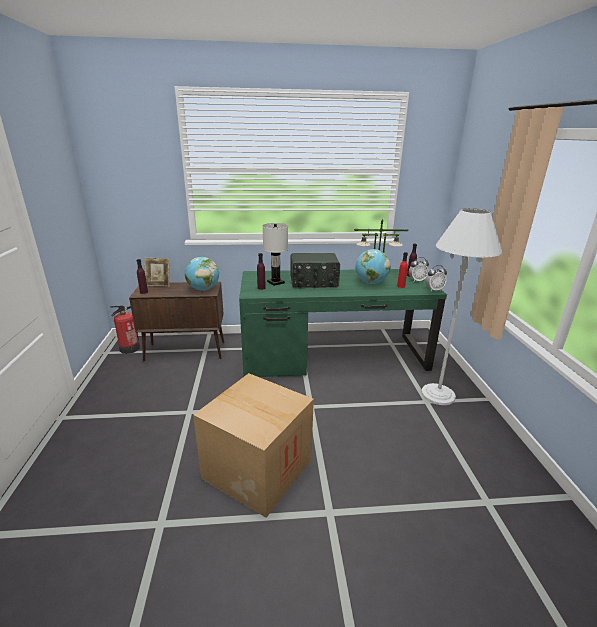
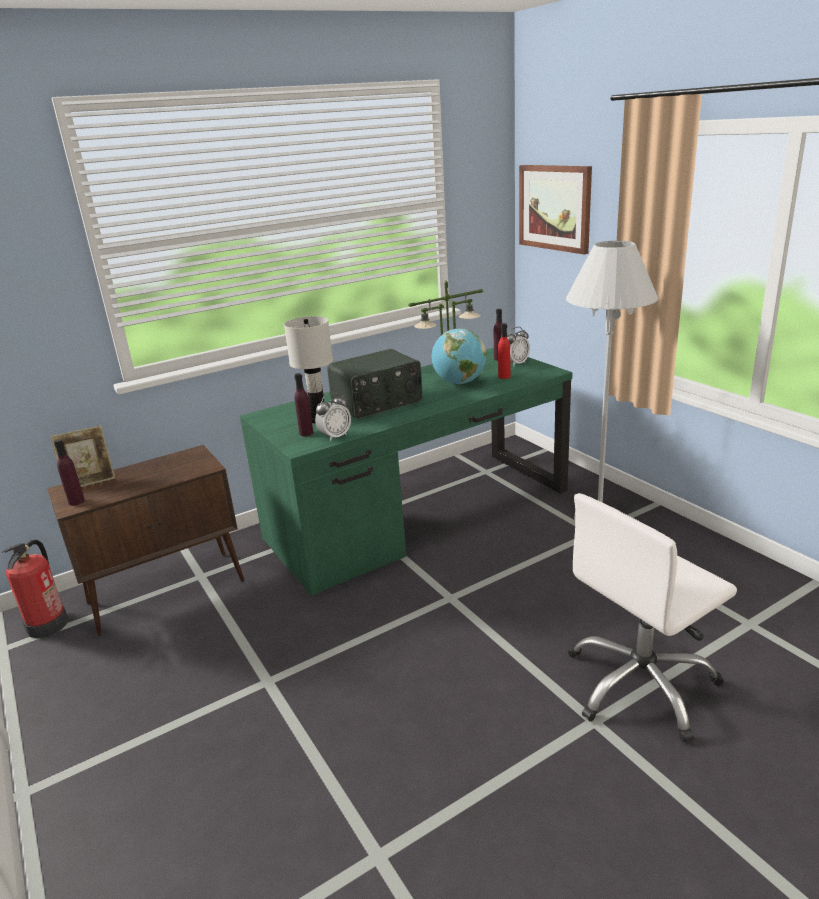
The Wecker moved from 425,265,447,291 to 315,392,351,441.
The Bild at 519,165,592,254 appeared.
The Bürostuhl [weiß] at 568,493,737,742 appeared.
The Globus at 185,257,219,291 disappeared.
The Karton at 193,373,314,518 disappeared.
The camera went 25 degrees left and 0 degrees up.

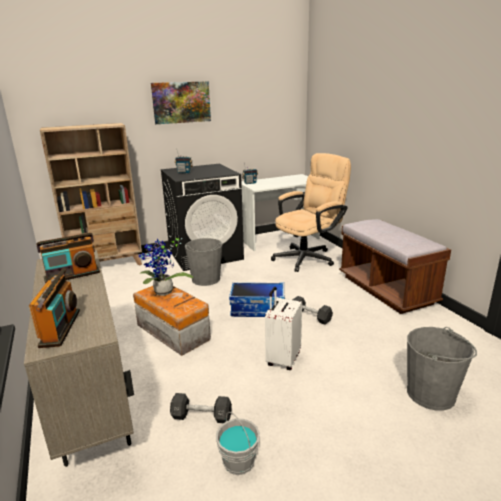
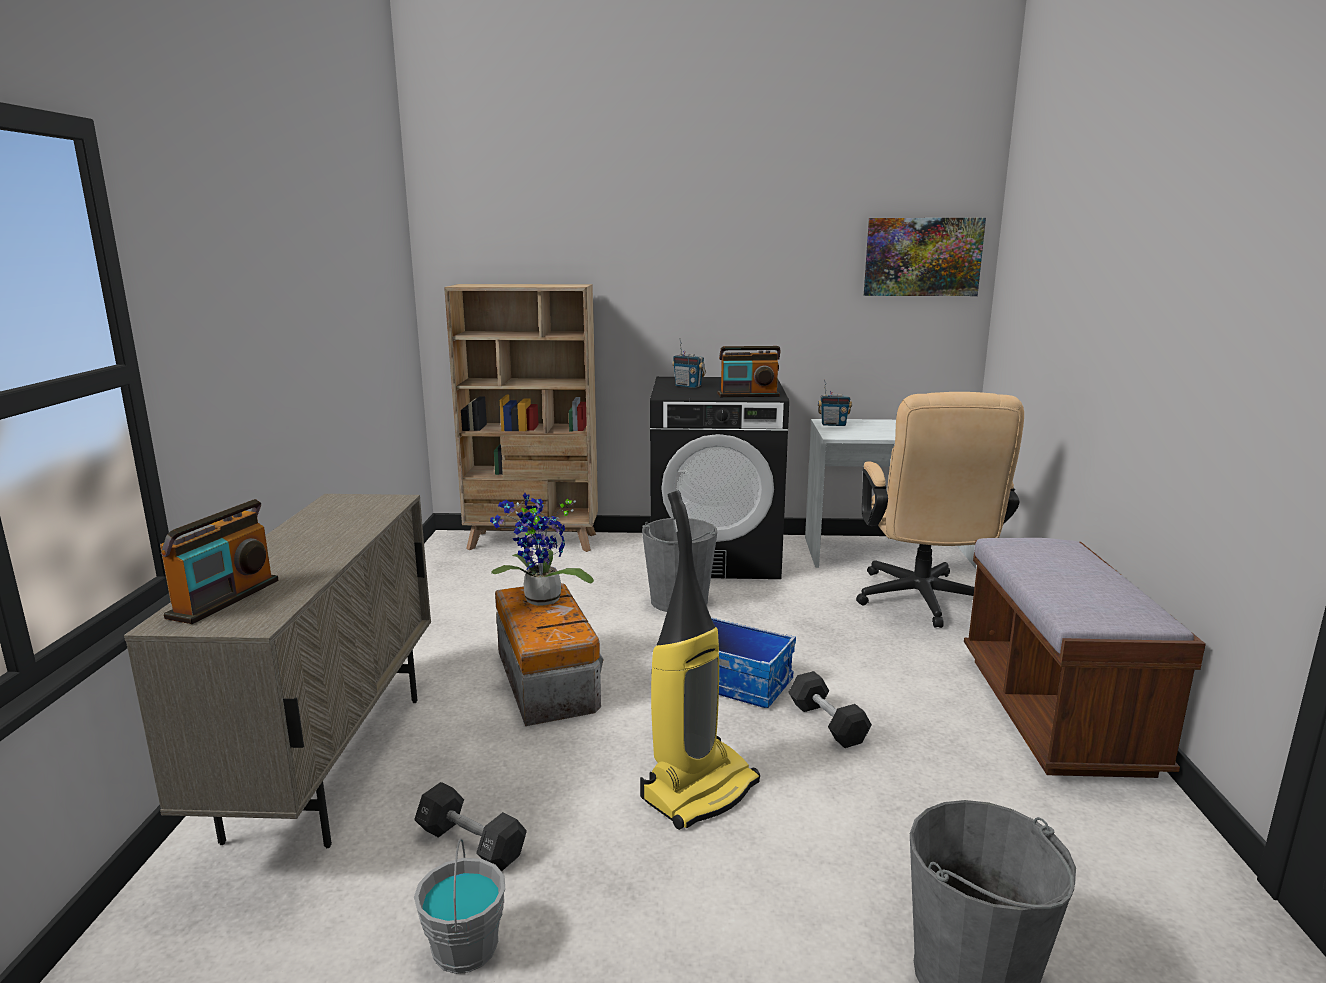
The Koffer [weiß] at 265,287,302,370 was replaced by the Staubsauger at 640,491,760,830.
The Radio moved from 36,233,100,284 to 718,346,781,397.
The Bürostuhl [beige] at 271,153,351,272 turned 105 degrees clockwise.
The Bild moved from 151,81,211,124 to 864,218,986,296.
The camera went 25 degrees right and 5 degrees down.

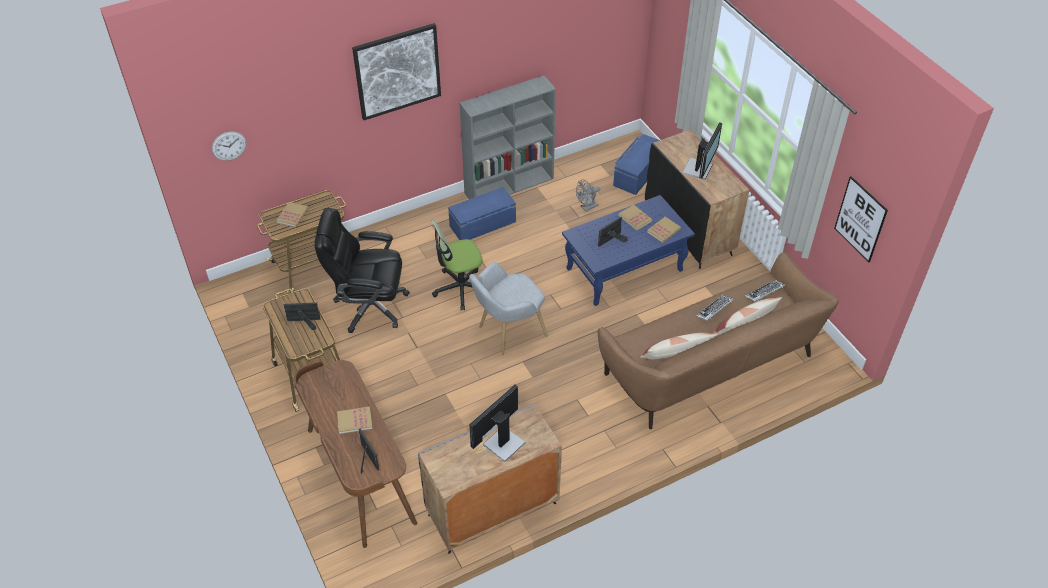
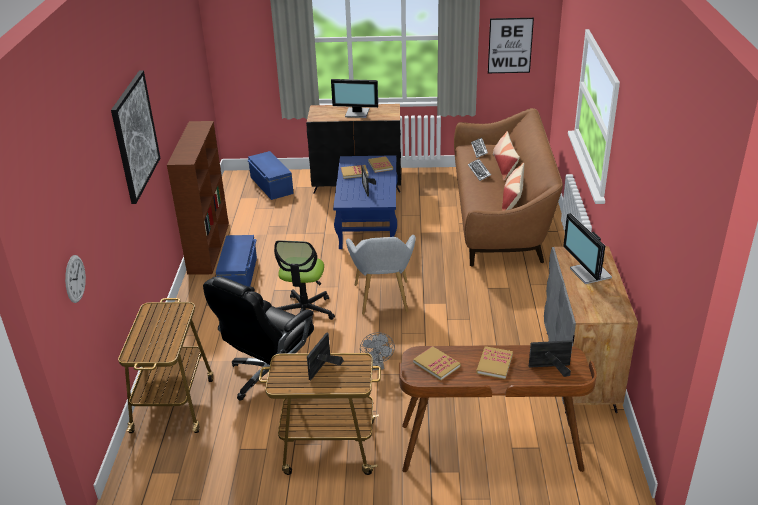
The Bücherregal [grau] at 459,76,556,199 became the Bücherregal [braun] at 167,121,229,275.
The Monitor at 682,122,722,180 turned 135 degrees clockwise.
The Ventilator [grau] moved from 576,180,600,212 to 360,332,395,370.
The Buch moved from 276,202,308,227 to 413,346,461,381.
The camera went 60 degrees left and 15 degrees down.

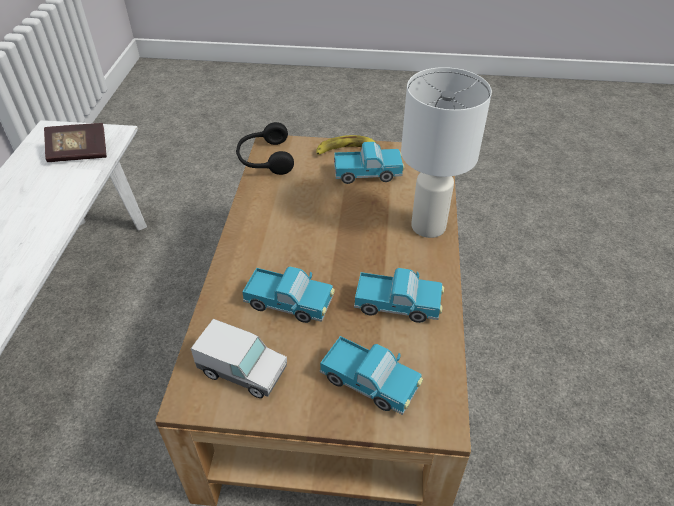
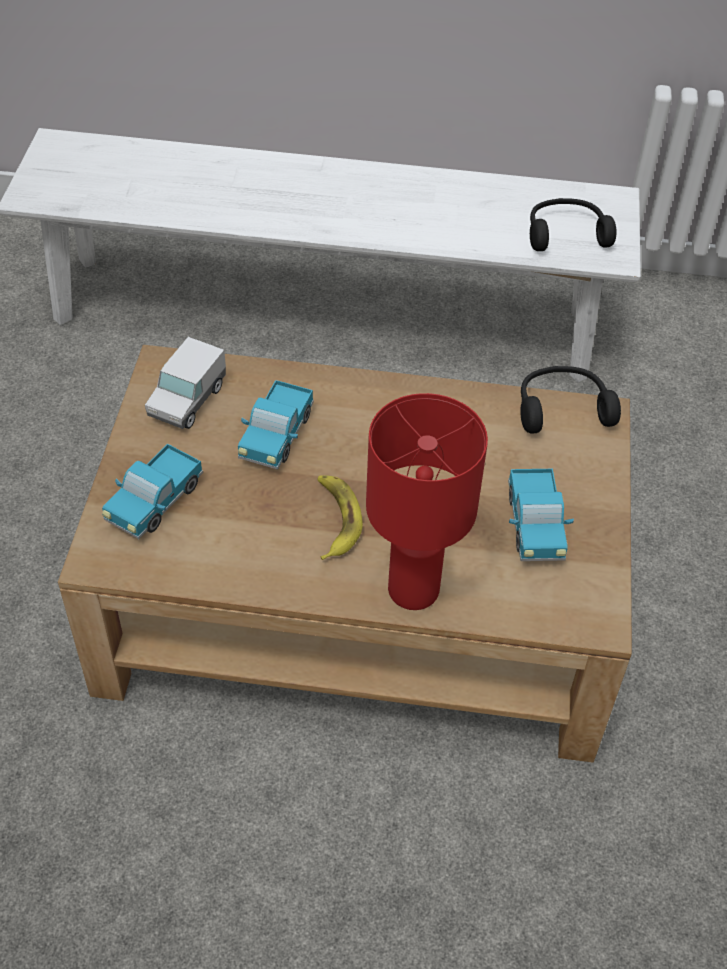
The Banane moved from 316,135,375,155 to 317,475,363,560.
The Tischlampe [weiß] at 401,67,492,238 became the Tischlampe [rot] at 366,393,488,610.
The Buch at 44,123,107,162 was replaced by the Kopfhörer [schwarz] at 530,198,617,251.
The Spielzeuglaster at 354,268,444,323 disappeared.
The camera went 90 degrees right and 5 degrees up.

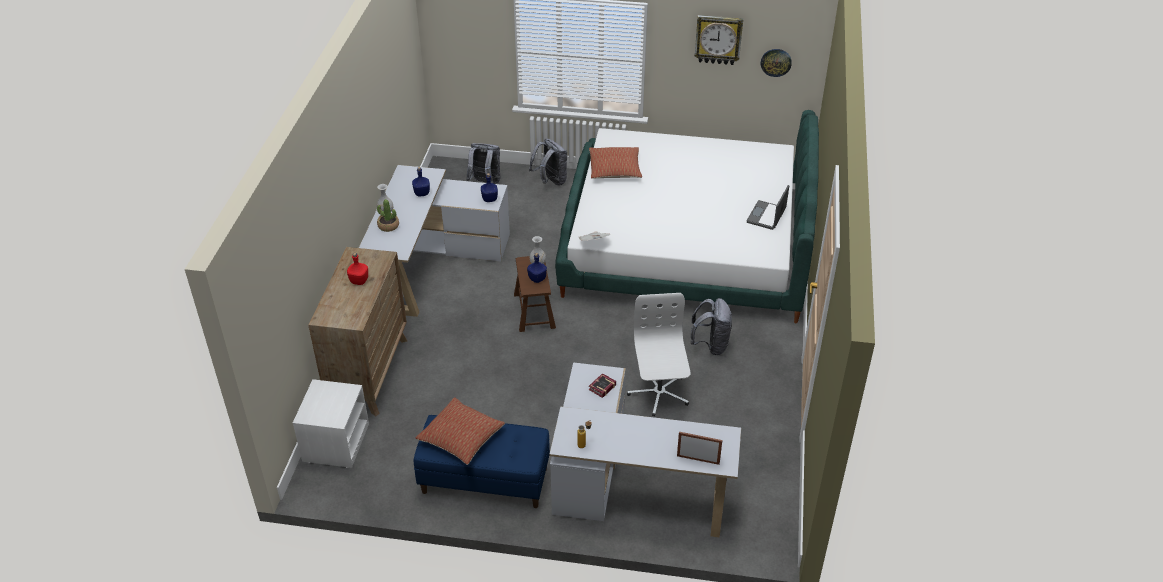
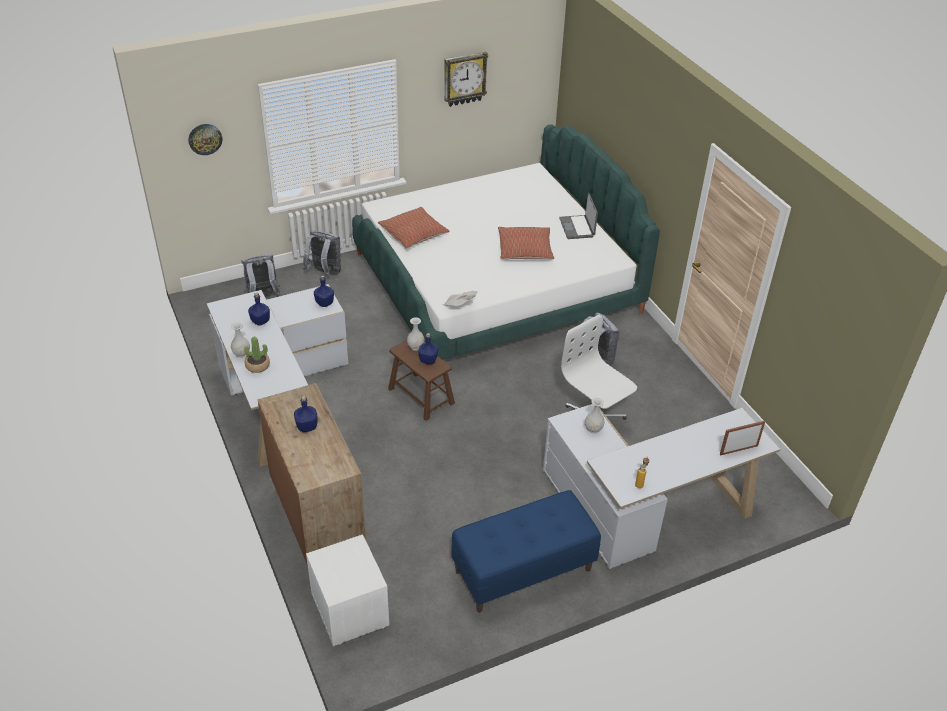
The Wanduhr moved from 761,49,792,77 to 188,124,222,155.
The Flasche [rot] at 347,253,368,285 became the Flasche [blau] at 294,396,318,432.
The Kissen moved from 416,397,505,465 to 498,227,554,260.
The Buch at 589,373,616,398 was replaced by the Vase [weiß] at 585,398,605,433.
The camera went 35 degrees left and 0 degrees up.

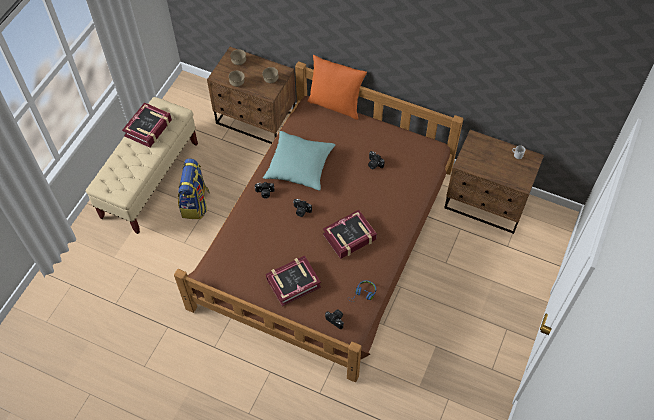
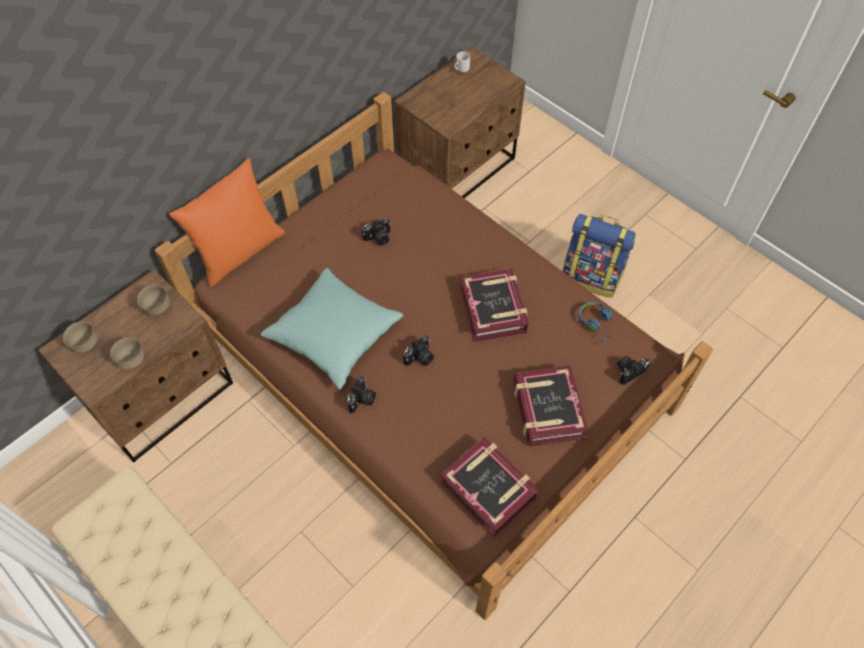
The Buch moved from 122,102,172,148 to 440,437,539,537.
The Rucksack moved from 178,158,210,220 to 563,214,636,298.
The camera went 70 degrees left and 0 degrees up.

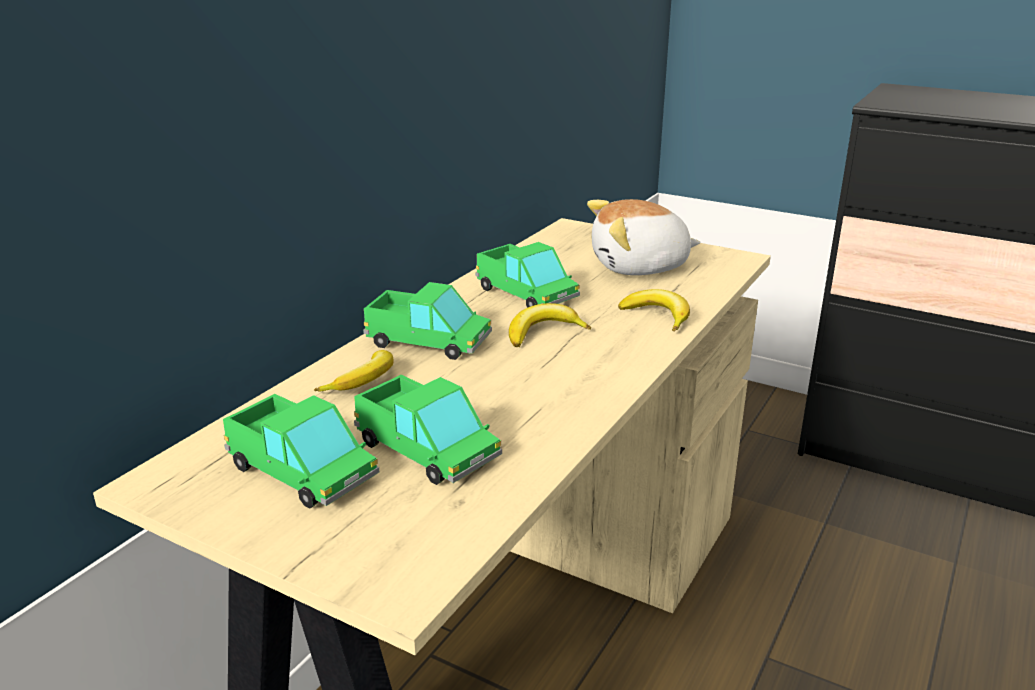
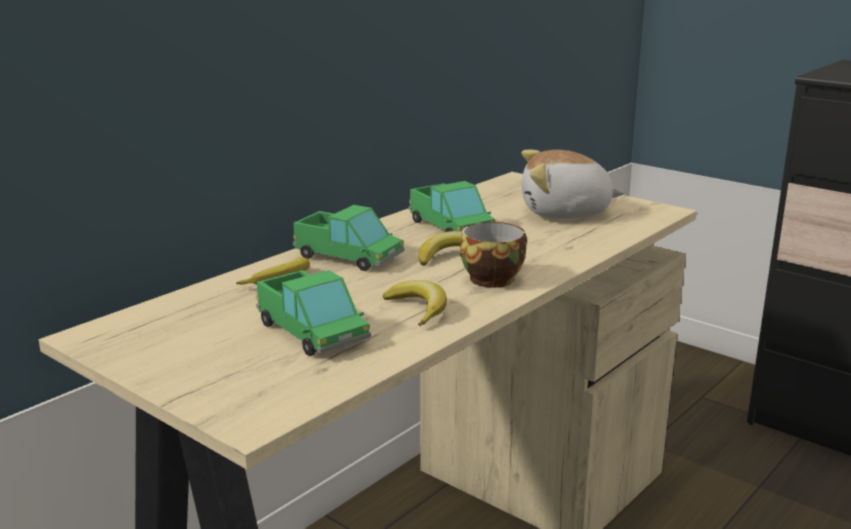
The Banane moved from 618,289,690,332 to 383,280,447,326.
The Tasse at 460,222,527,288 appeared.
The Spielzeuglaster at 223,394,379,508 disappeared.
The camera went 10 degrees right and 5 degrees down.

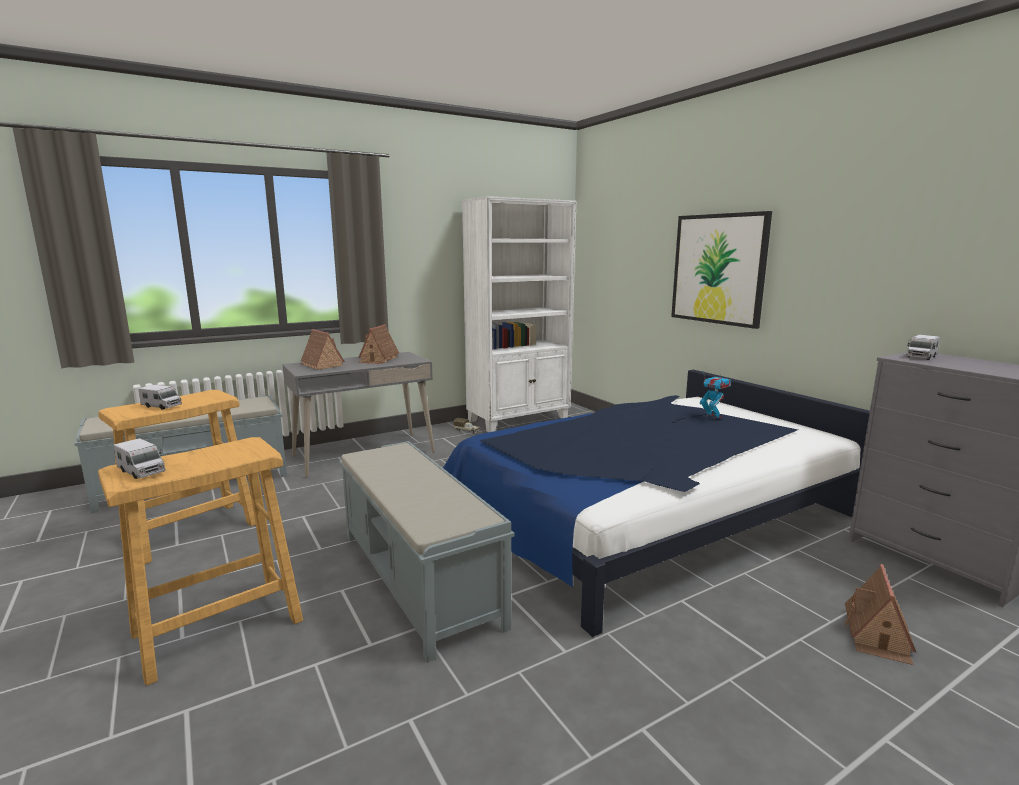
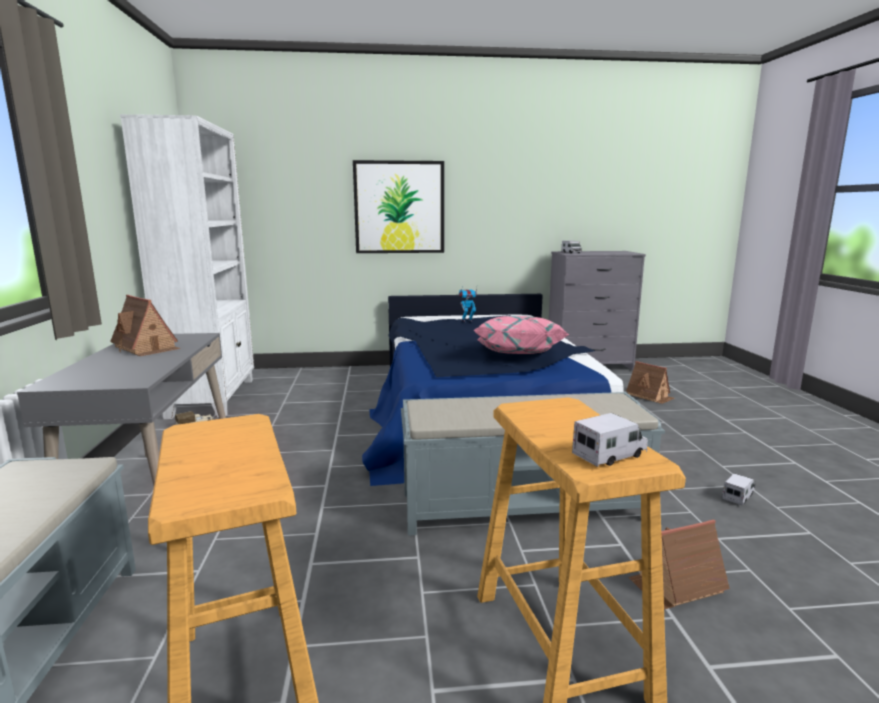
The Kissen [rosa] at 474,316,570,354 appeared.
The Spielzeughaus moved from 300,329,345,370 to 628,519,730,610.
The Spielzeuglaster moved from 139,385,182,410 to 722,473,756,505.
The camera went 65 degrees left and 0 degrees up.

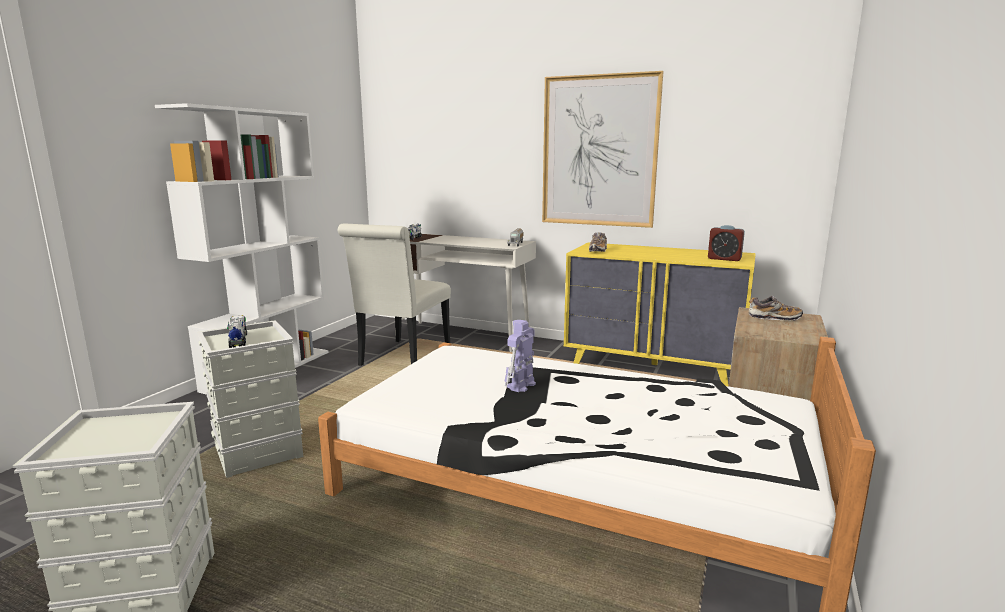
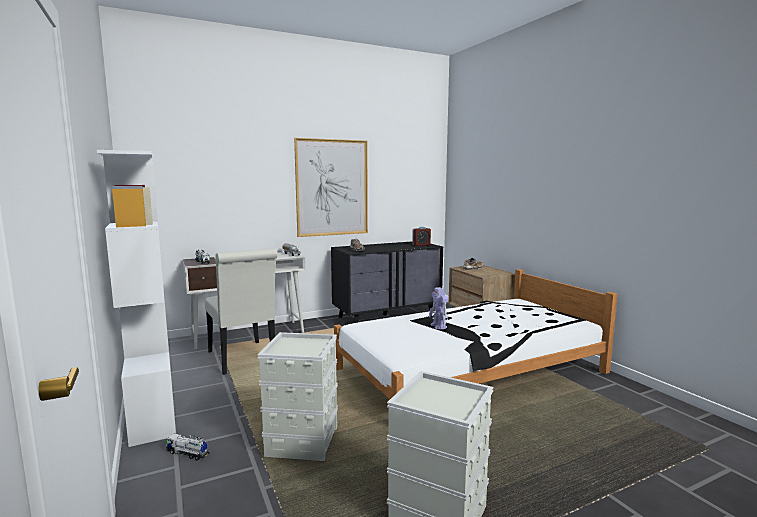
The Spielzeuglaster moved from 227,315,247,348 to 166,433,210,461.
The Kommode [gelb] at 564,242,756,386 became the Kommode [schwarz] at 331,241,443,323.
The camera went 50 degrees left and 5 degrees down.

